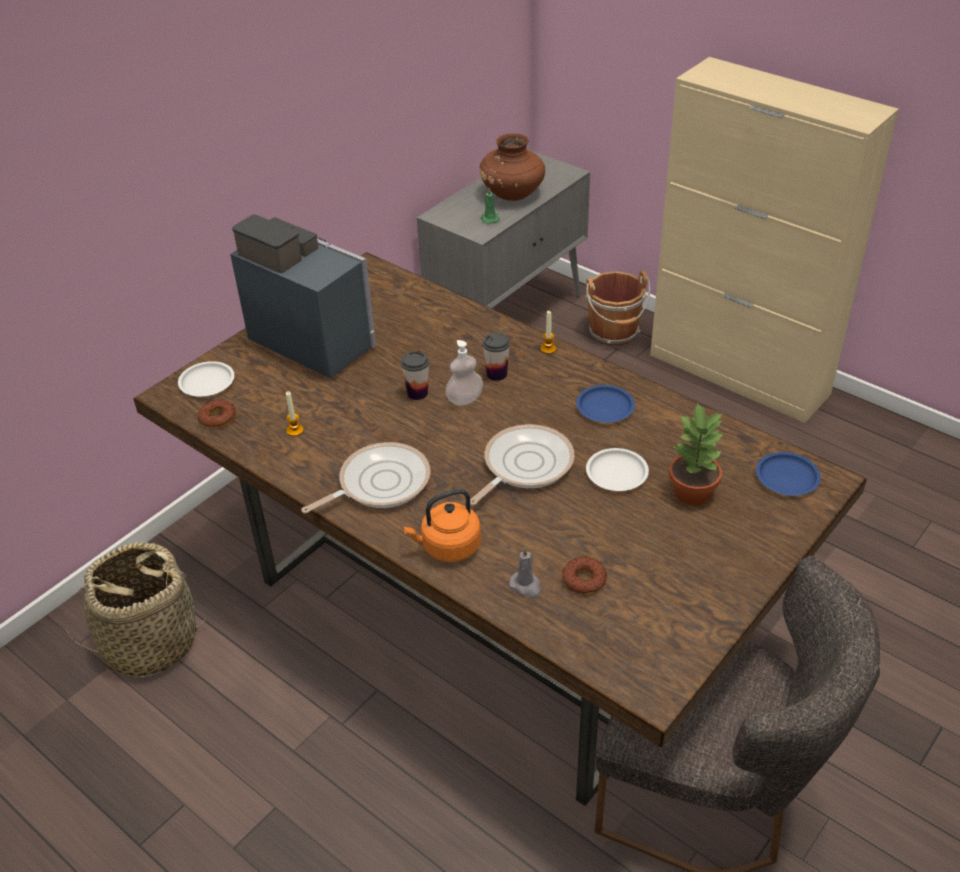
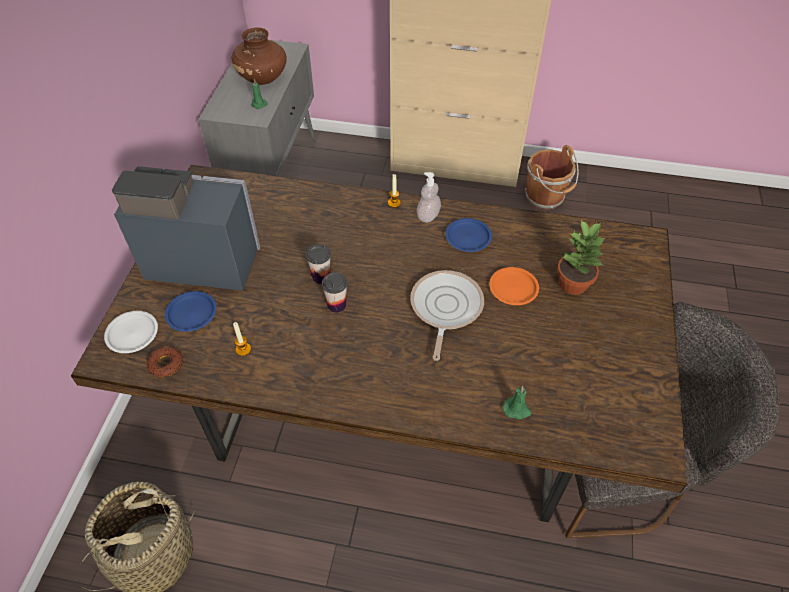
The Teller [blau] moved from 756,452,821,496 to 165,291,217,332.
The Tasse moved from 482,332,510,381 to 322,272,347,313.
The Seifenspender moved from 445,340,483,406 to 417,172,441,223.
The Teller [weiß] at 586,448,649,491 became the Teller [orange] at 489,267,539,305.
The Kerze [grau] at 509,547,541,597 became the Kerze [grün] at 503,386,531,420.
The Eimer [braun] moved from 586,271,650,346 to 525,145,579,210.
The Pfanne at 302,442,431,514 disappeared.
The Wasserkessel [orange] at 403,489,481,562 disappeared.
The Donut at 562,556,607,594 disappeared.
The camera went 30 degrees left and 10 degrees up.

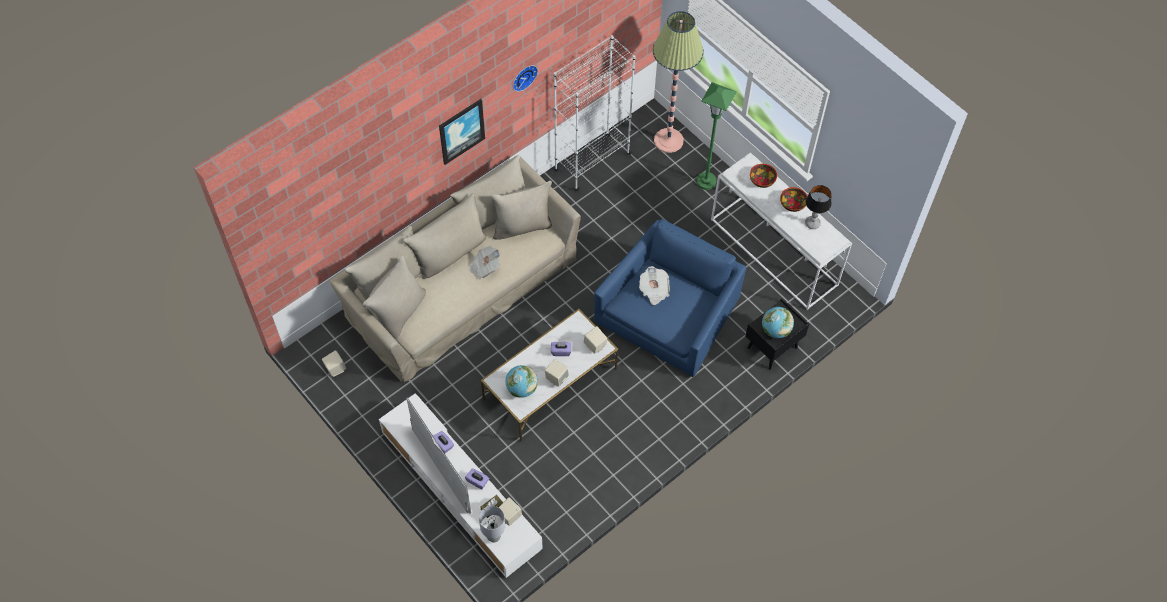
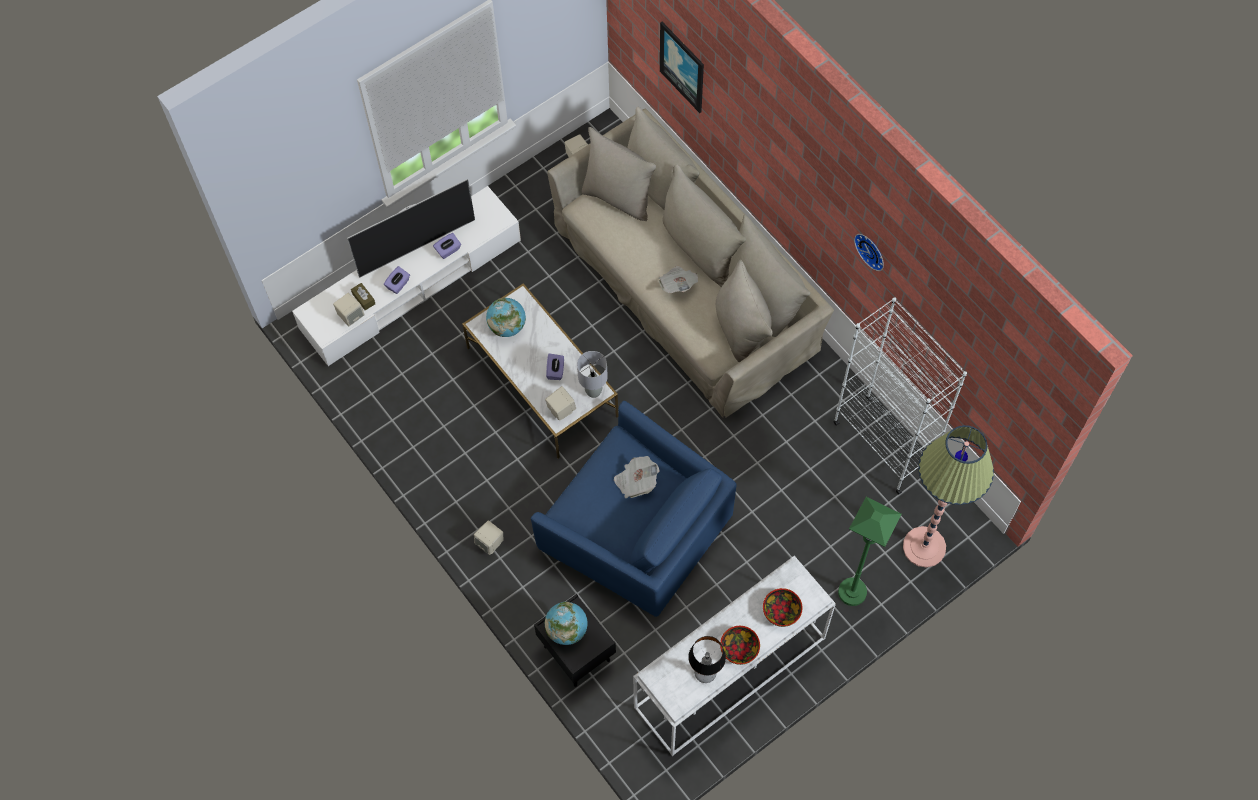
The Lautsprecher [beige] moved from 545,359,569,387 to 474,520,504,555.
The Tischlampe [grau] moved from 479,506,505,543 to 577,351,608,398.
The Bild moved from 439,99,485,165 to 660,22,704,113.
The camera went 95 degrees right and 5 degrees up.

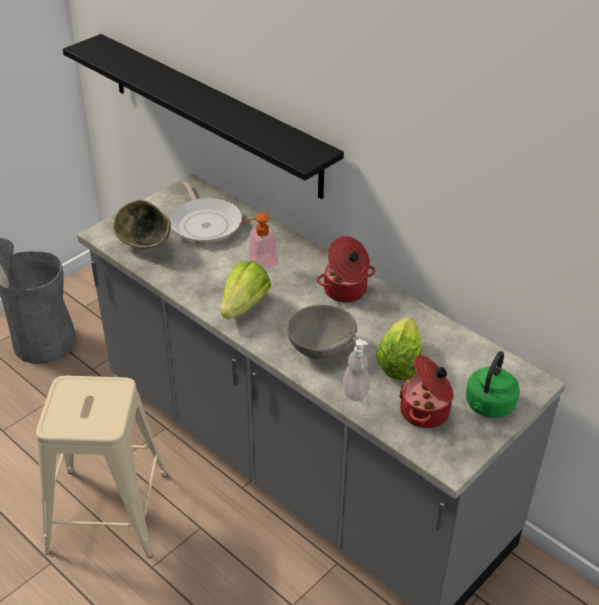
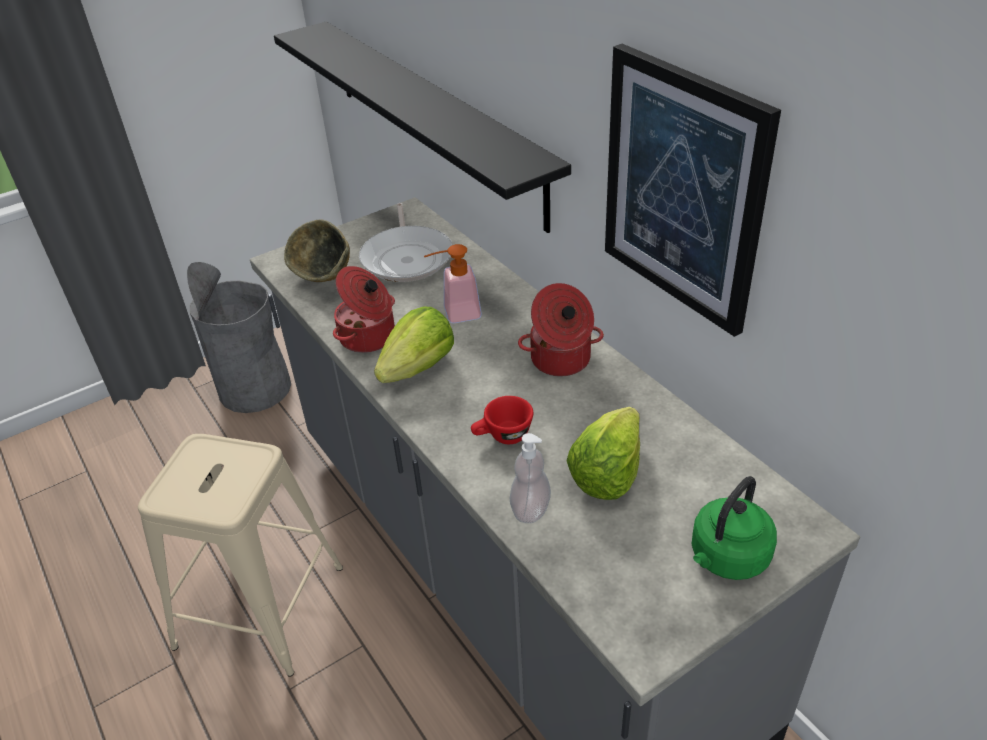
The Kochtopf moved from 399,355,453,428 to 333,266,395,353.
The Schüssel [grau] at 287,305,357,359 was replaced by the Tasse [rot] at 471,396,533,444.
The Bild at 605,44,781,337 appeared.
The camera went 15 degrees right and 0 degrees up.

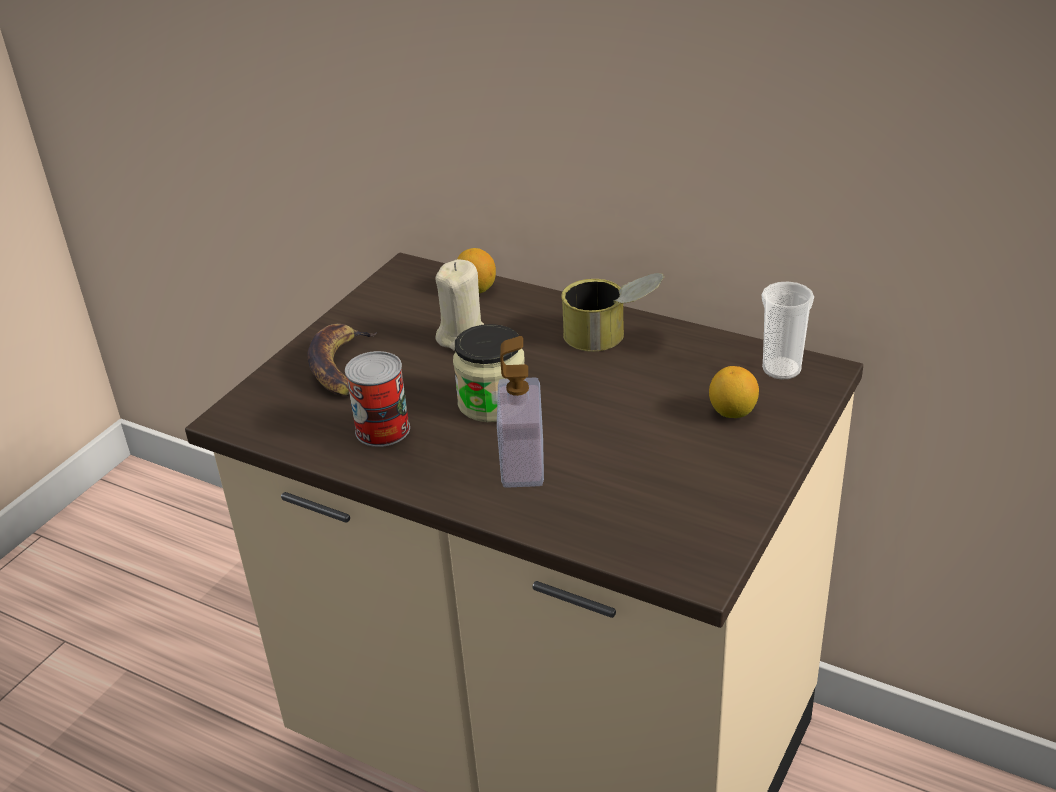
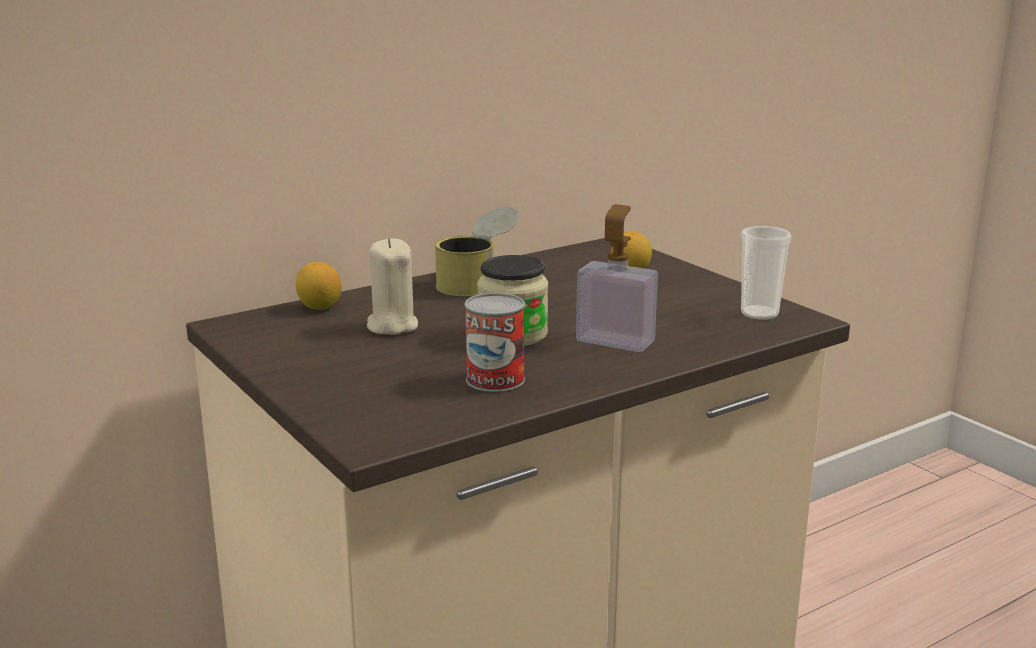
The Tasse moved from 762,282,814,380 to 741,226,791,320.
The Banane at 307,324,377,396 disappeared.
The camera went 65 degrees left and 15 degrees down.

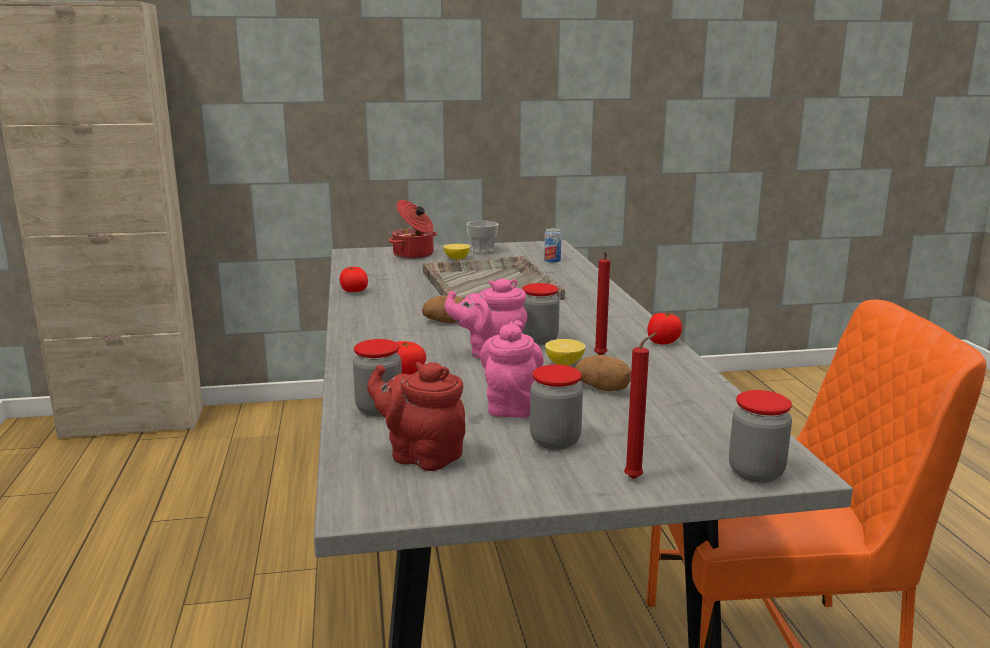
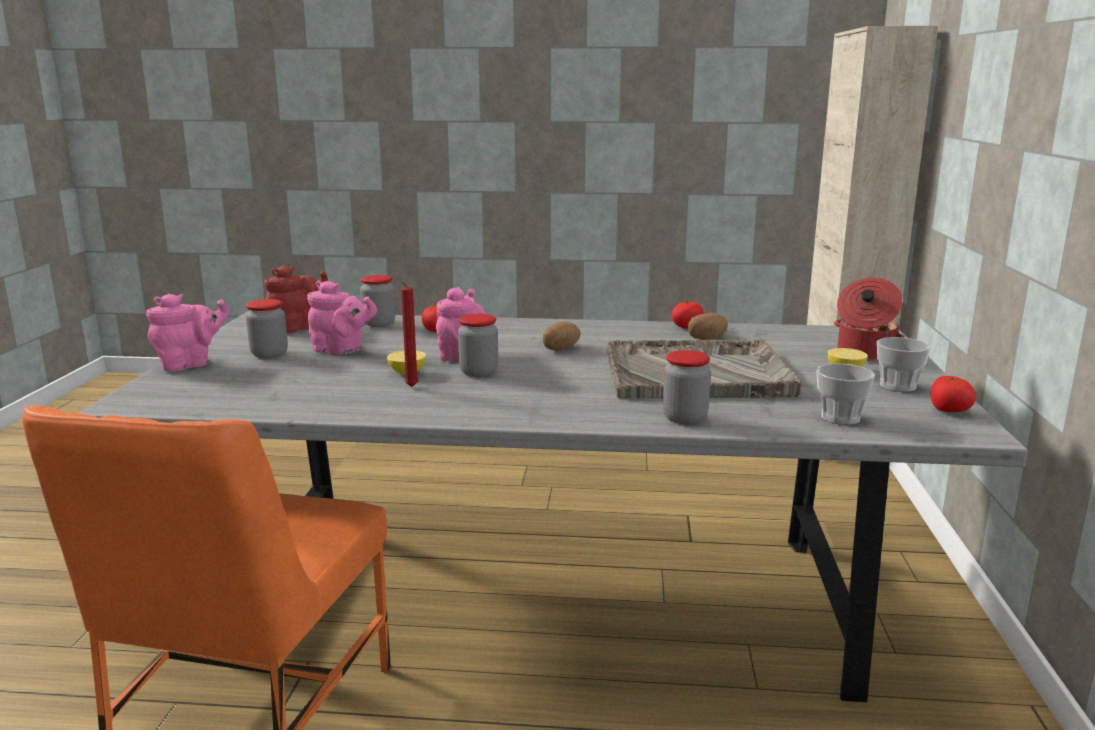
The Kerze [rot] at 624,333,657,479 was replaced by the Teekanne [rosa] at 146,294,229,372.
The Vorratsglas moved from 729,390,792,483 to 663,350,711,425.
The Kartoffel moved from 575,355,631,391 to 688,313,728,340.
The Dose at 544,228,561,263 was replaced by the Tasse at 817,363,875,425.
The Tomate moved from 647,313,682,344 to 931,376,976,412.
The camera went 105 degrees right and 0 degrees up.

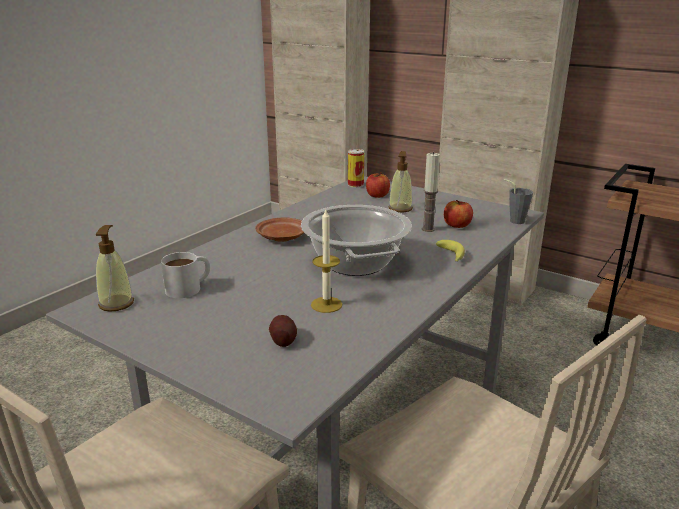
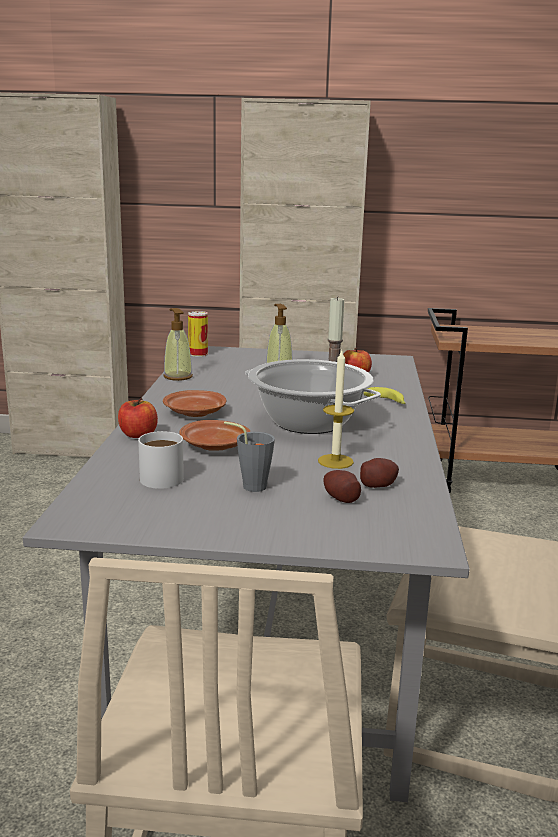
The Apfel moved from 366,172,390,198 to 118,398,158,438.
The Seifenspender moved from 96,225,134,312 to 163,308,193,381.
The Teller [braun] at 179,420,250,451 appeared.
The Tasse [grau] moved from 503,179,533,224 to 224,421,275,492.
The Kartoffel at 360,458,399,488 appeared.
The camera went 30 degrees left and 5 degrees down.

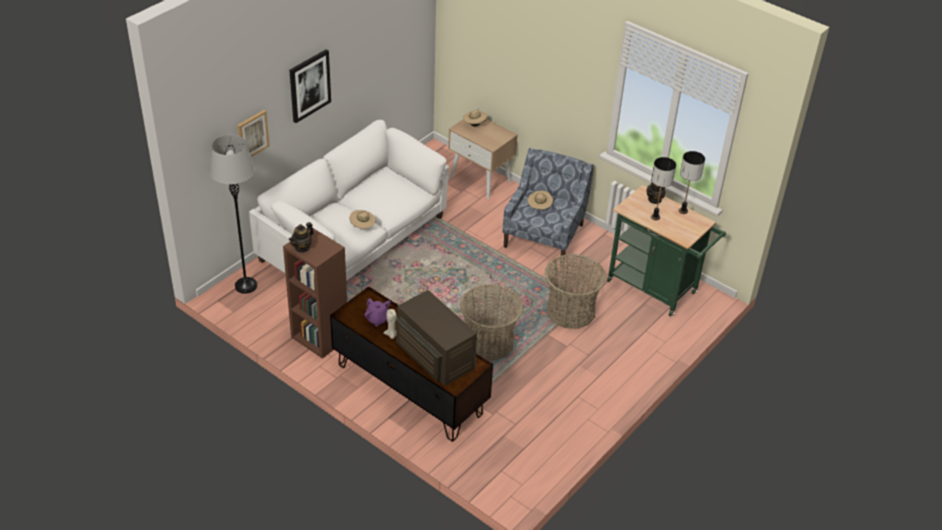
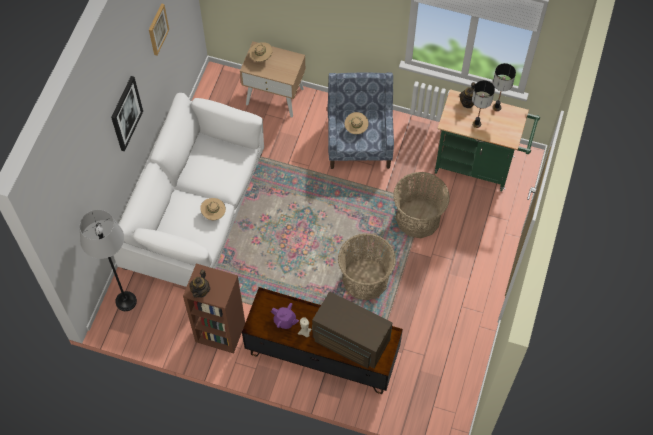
The Bild moved from 237,110,269,157 to 149,3,169,55.
The camera went 20 degrees left and 20 degrees up.

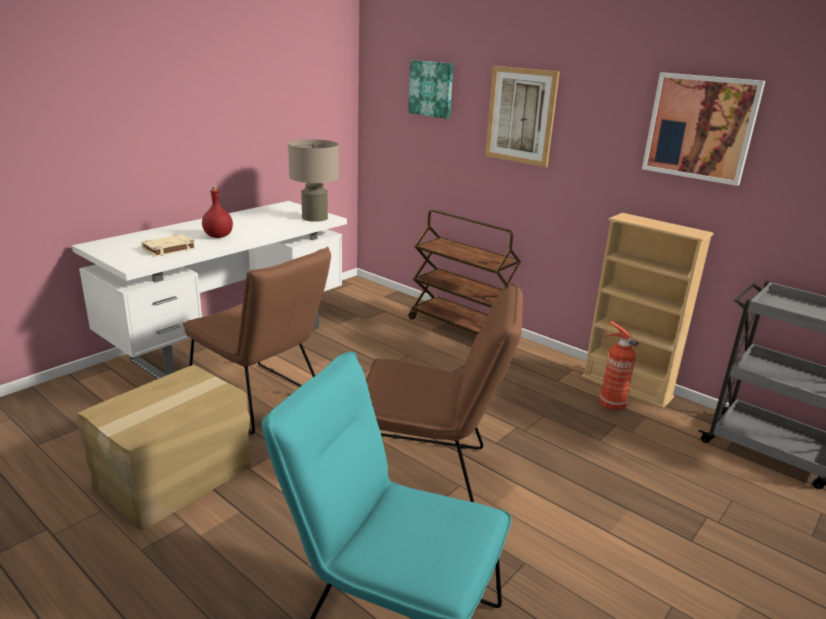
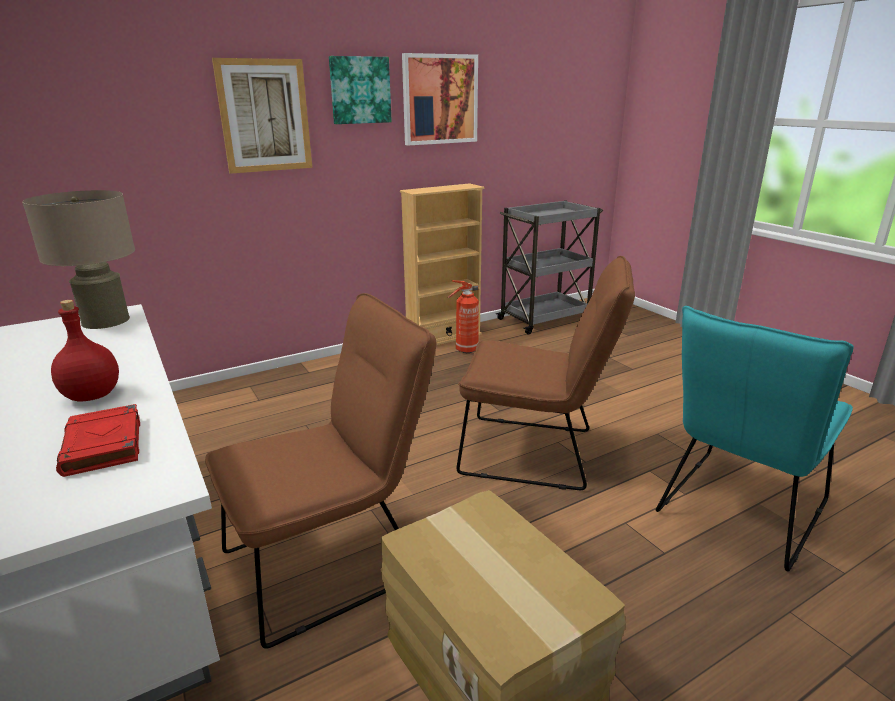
The Buch [beige] at 141,234,196,257 became the Buch [rot] at 56,404,140,477.
The Bild moved from 408,60,453,119 to 329,56,392,124.
The Stuhl [braun] at 366,283,523,502 turned 75 degrees clockwise.
The Rollwagen [braun] at 408,210,521,335 disappeared.
The camera went 70 degrees left and 0 degrees up.

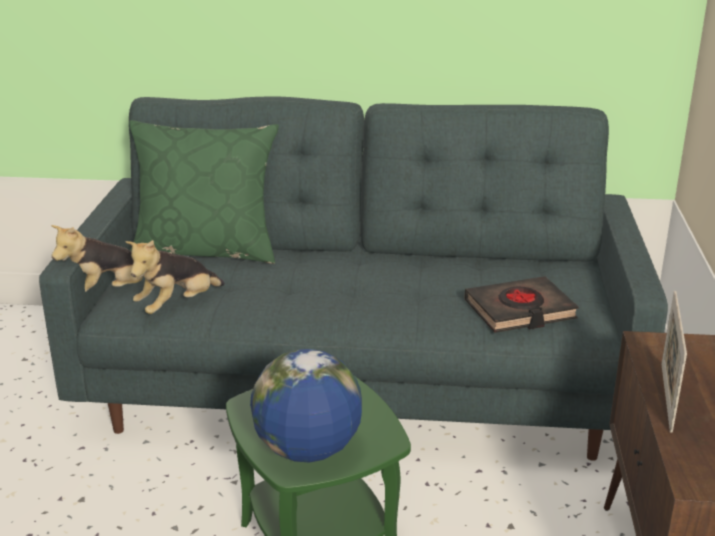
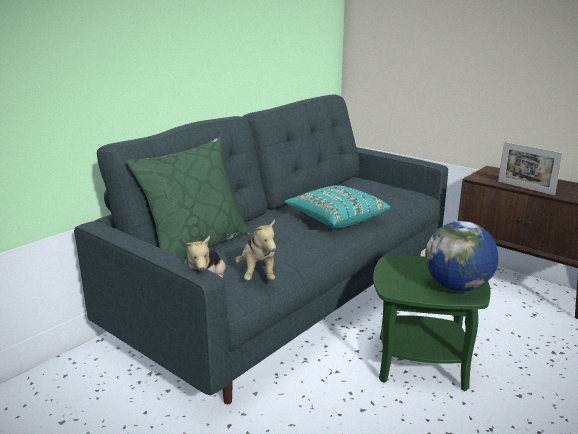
The Kissen [türkis] at 284,185,391,228 appeared.
The Buch [schwarz] at 464,276,578,333 disappeared.
The camera went 55 degrees left and 5 degrees down.

